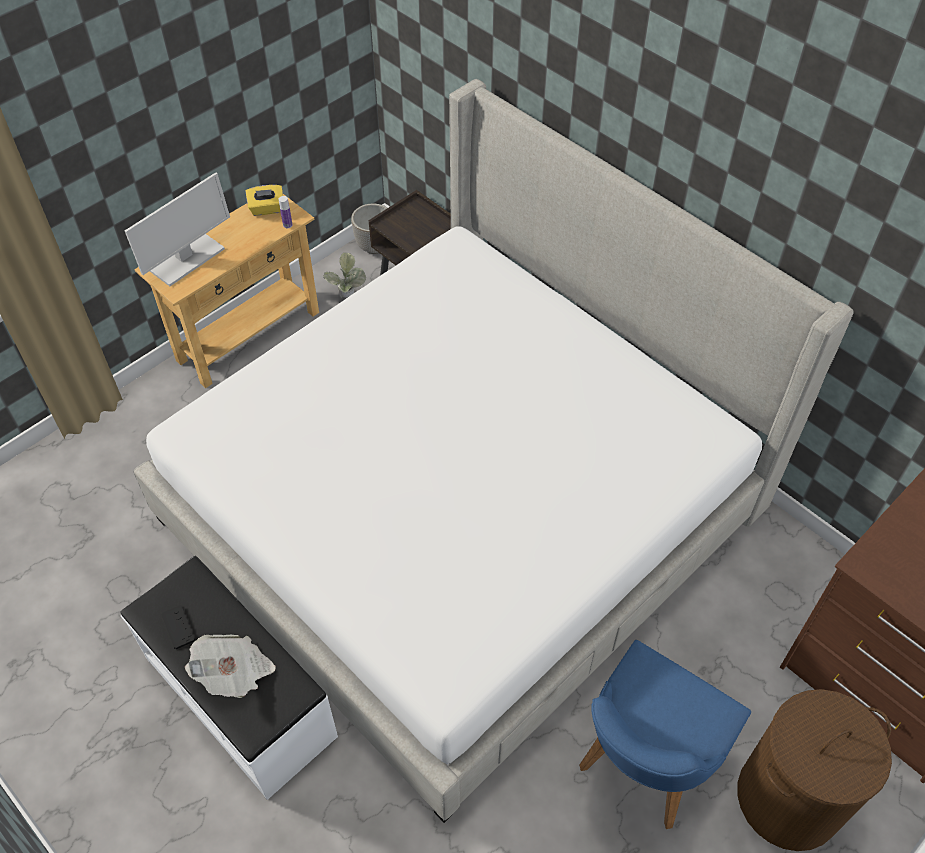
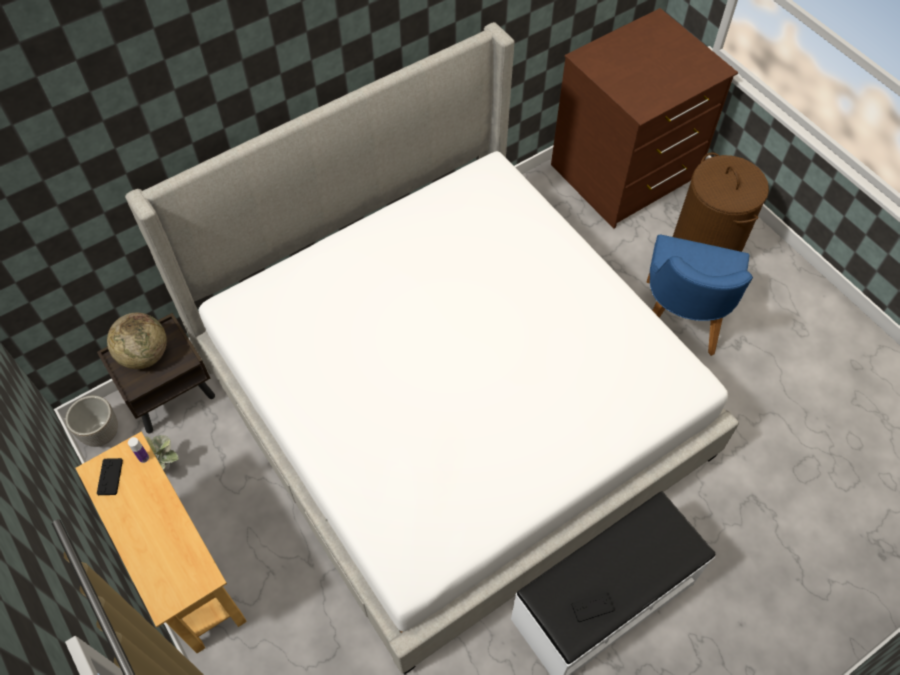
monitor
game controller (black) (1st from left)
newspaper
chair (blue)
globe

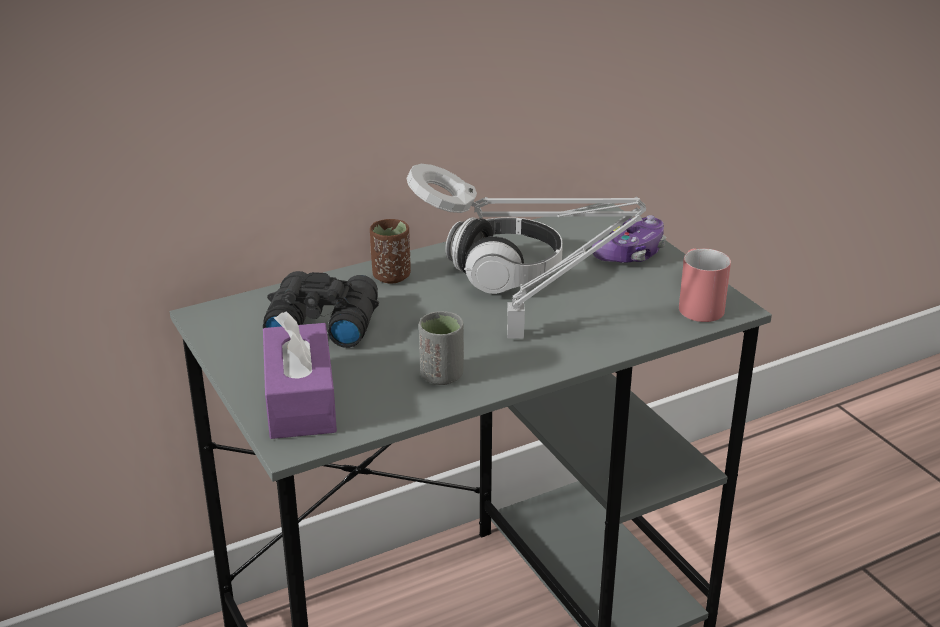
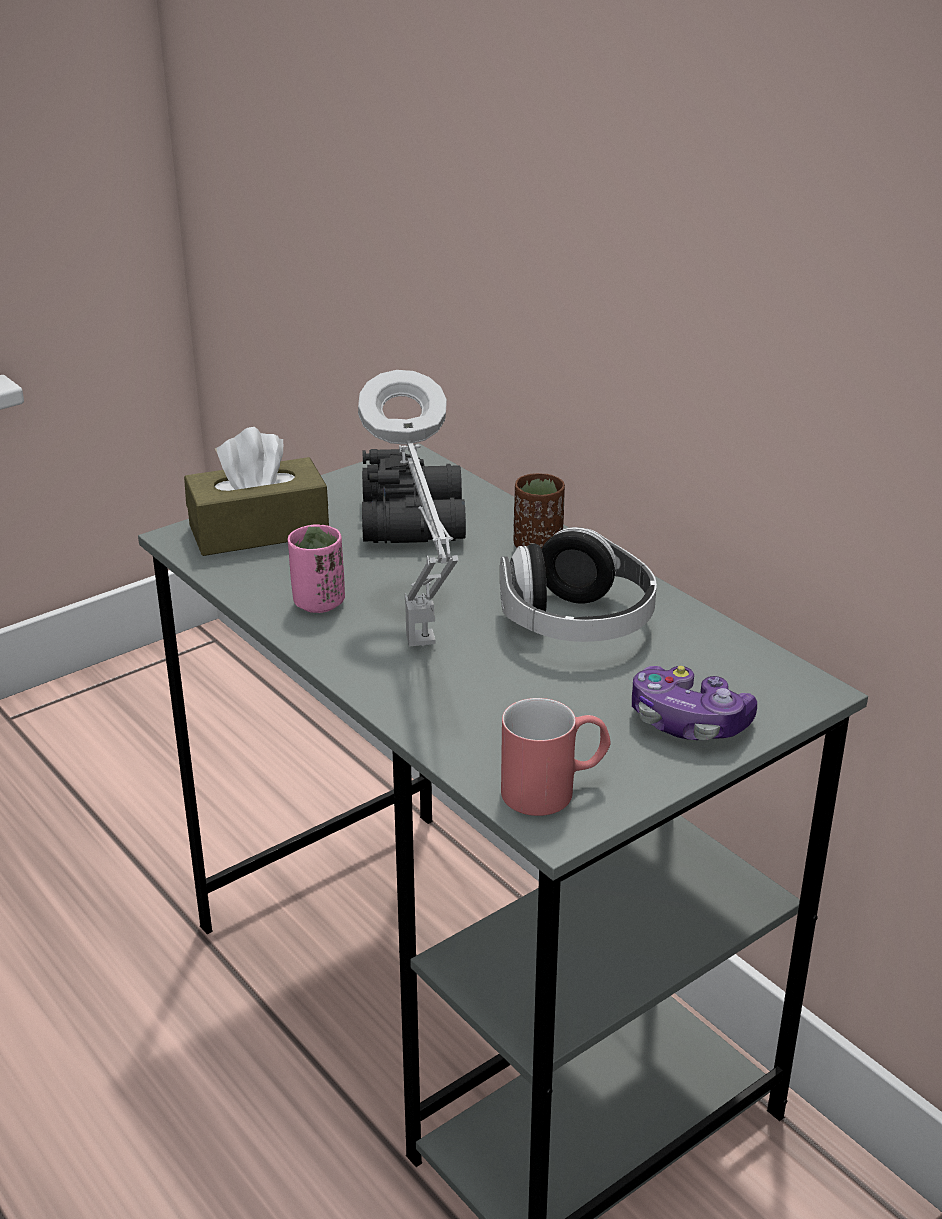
tissue box (brown)
cup (pink)

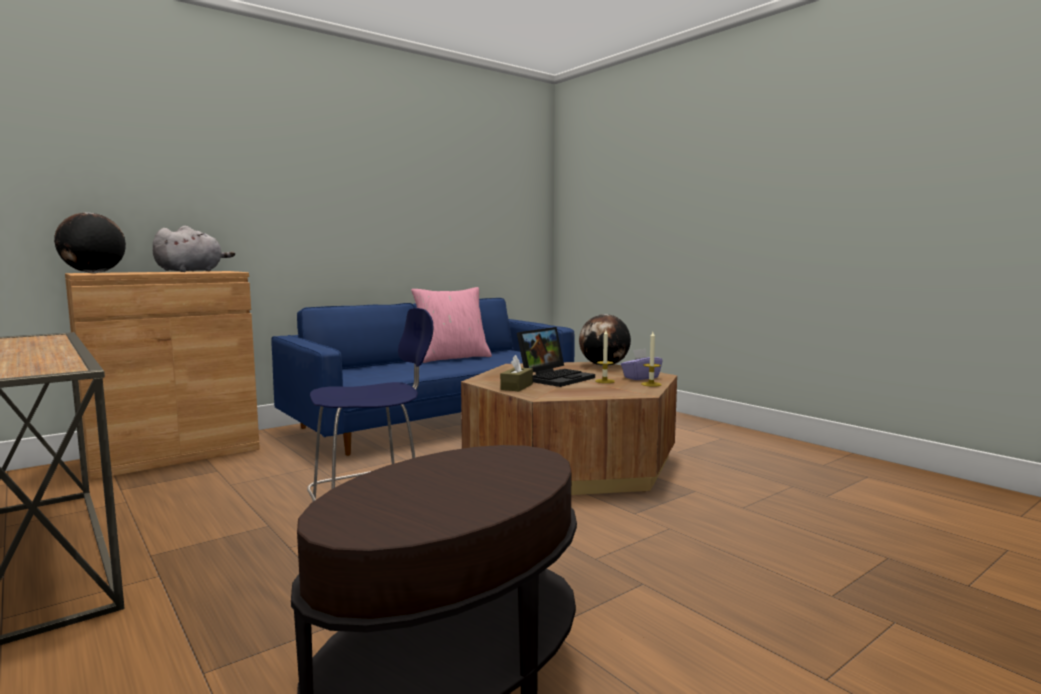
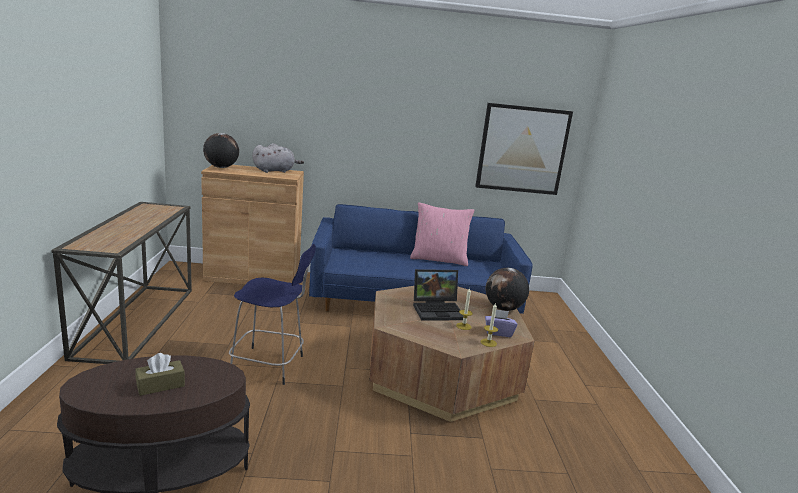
tissue box (brown)
picture

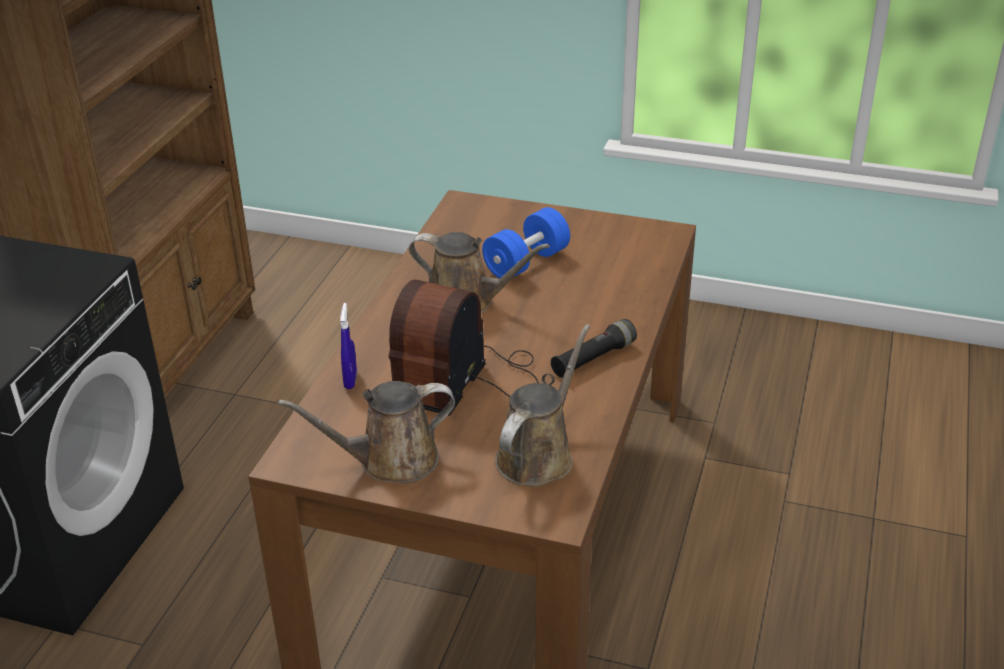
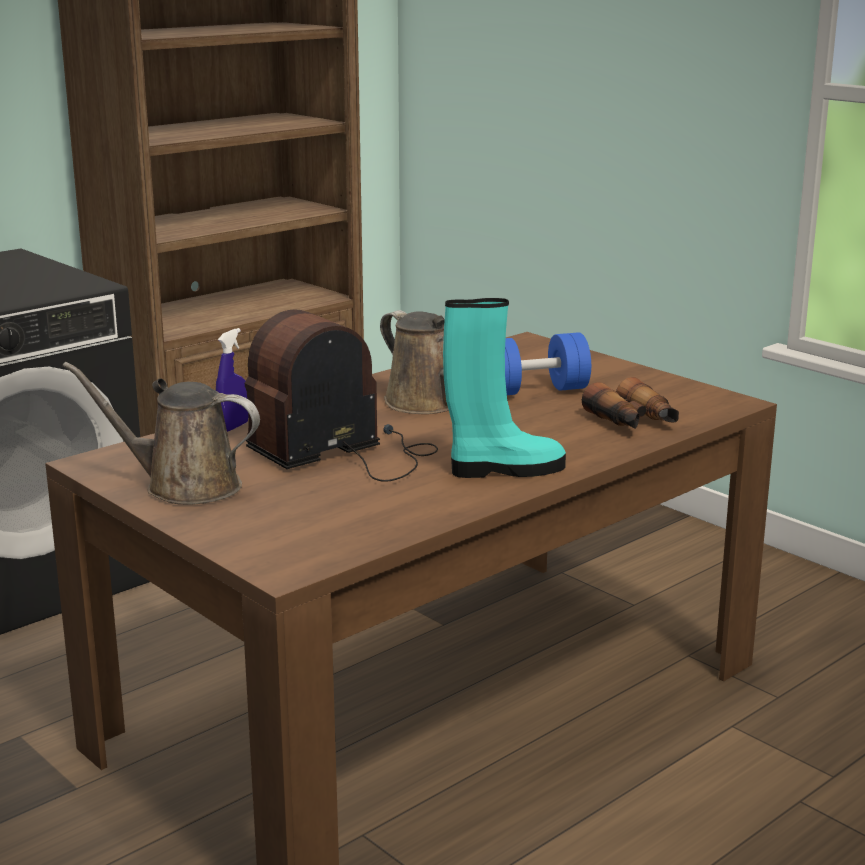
boot (turquoise)
watering can (brown) (3rd from left in the first image)
binoculars

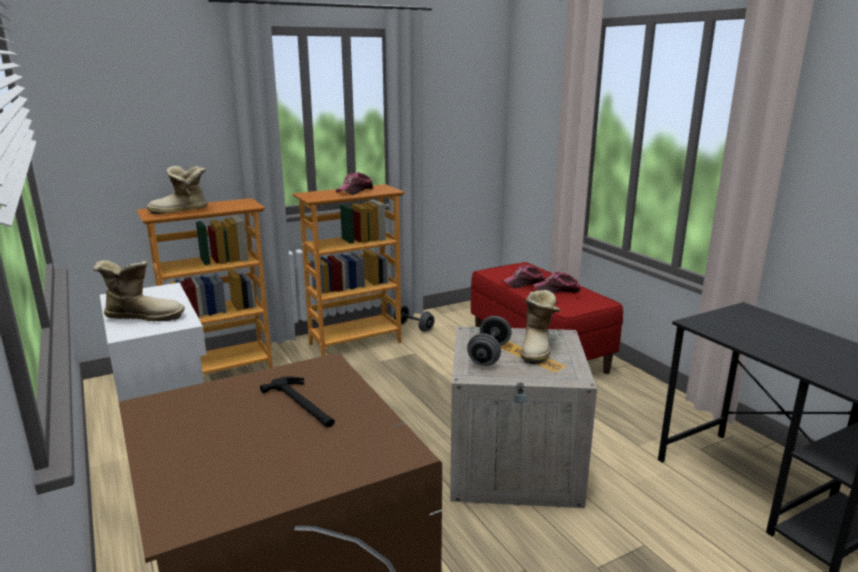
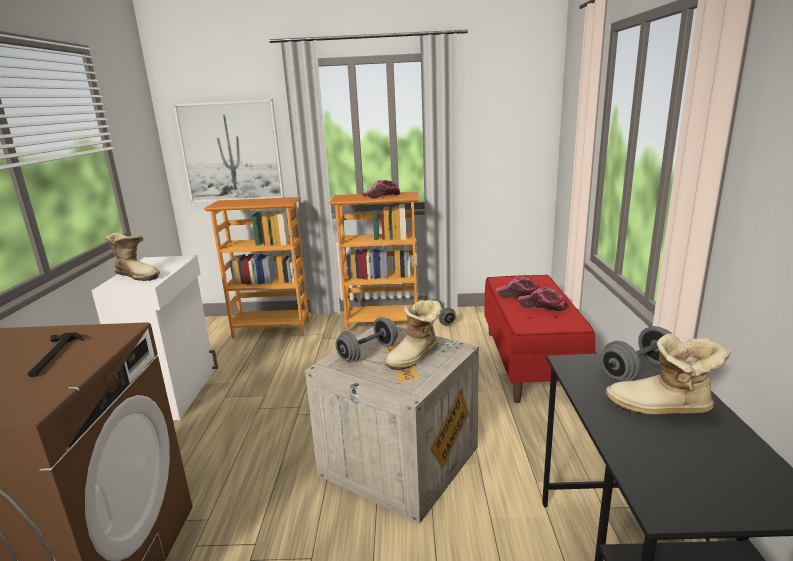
boot (3rd from left)
picture
dumbbell (grey) (3rd from left)

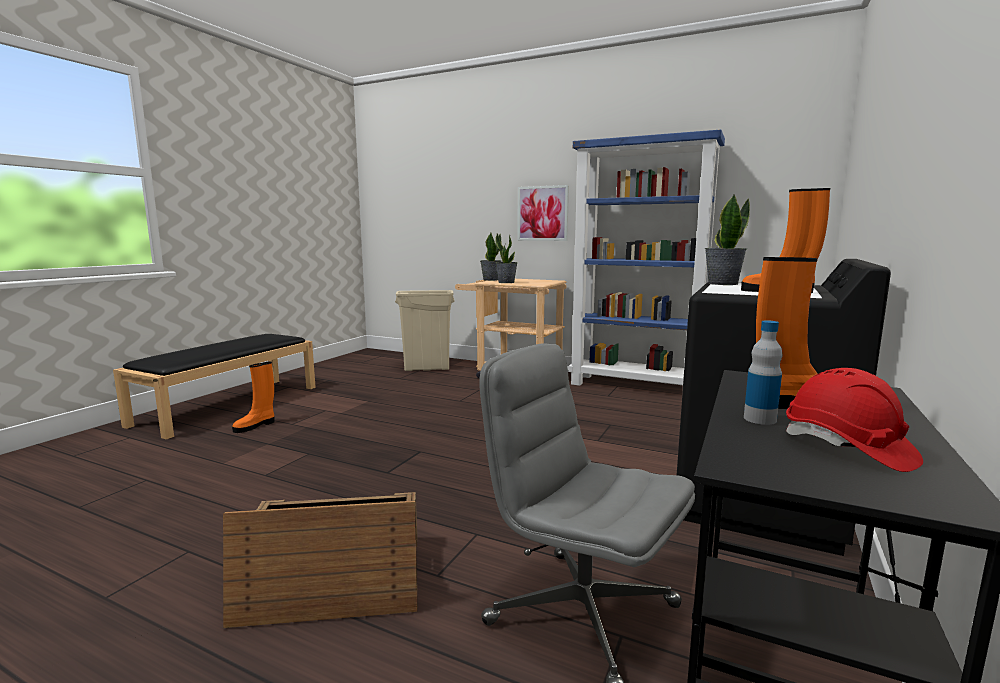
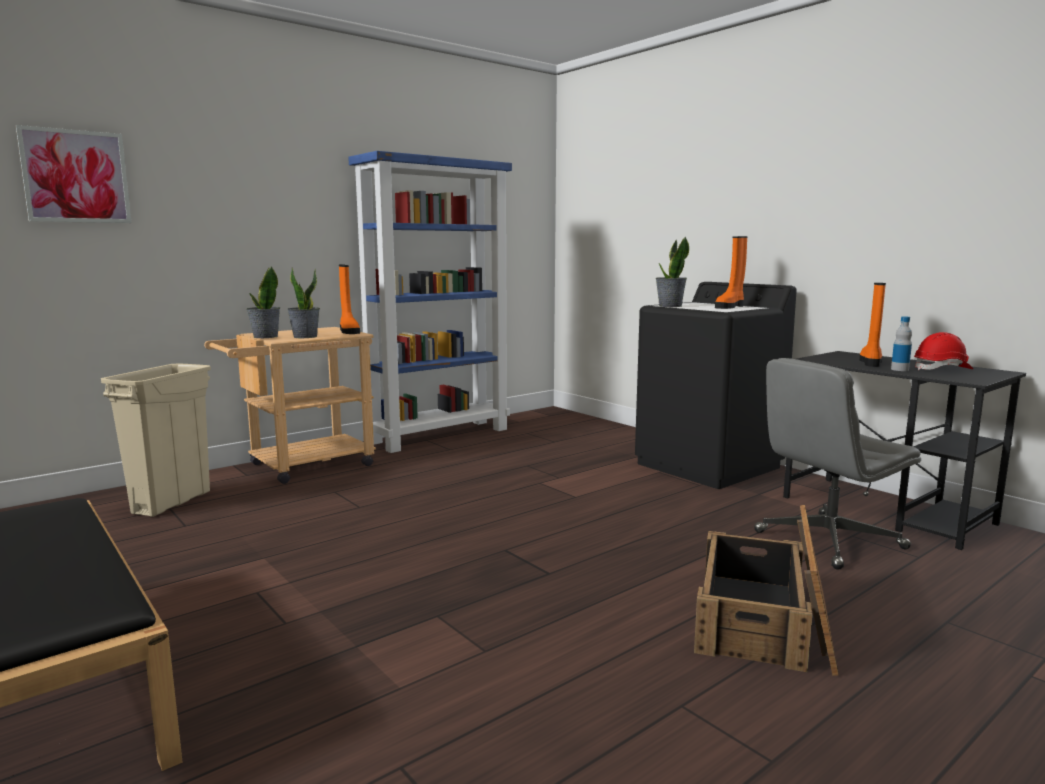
picture
boot (orange) (1st from left)

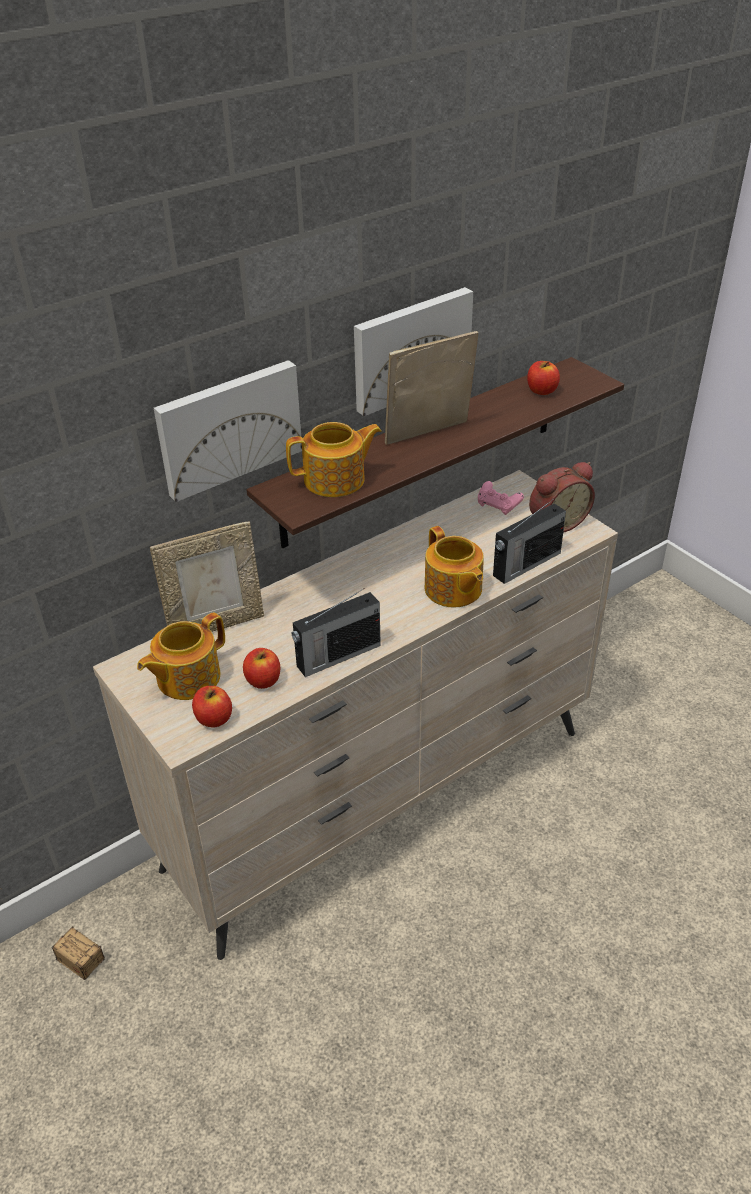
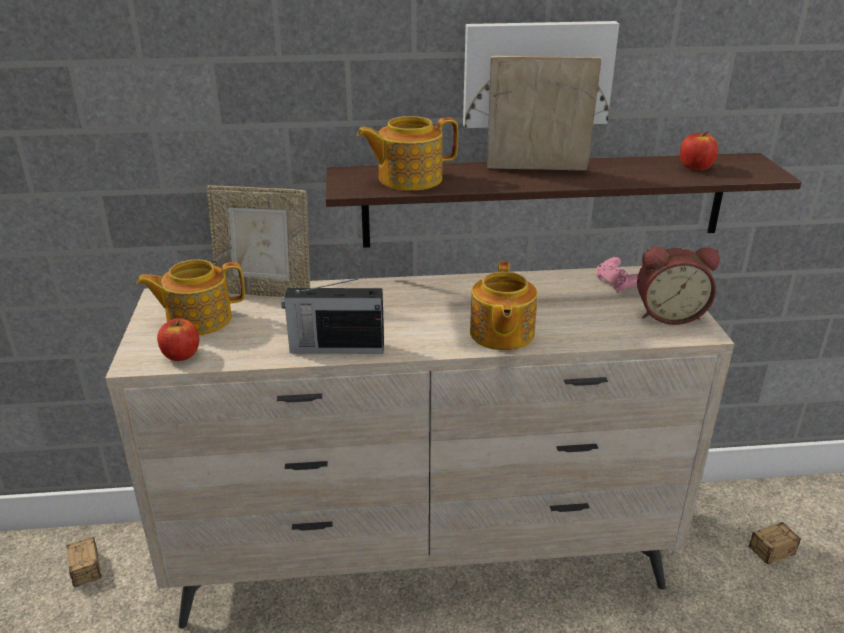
picture (1st from left in the first image)
teapot (2nd from left)
radio (2nd from left in the first image)
apple (2nd from left in the first image)
storage box (2nd from left)

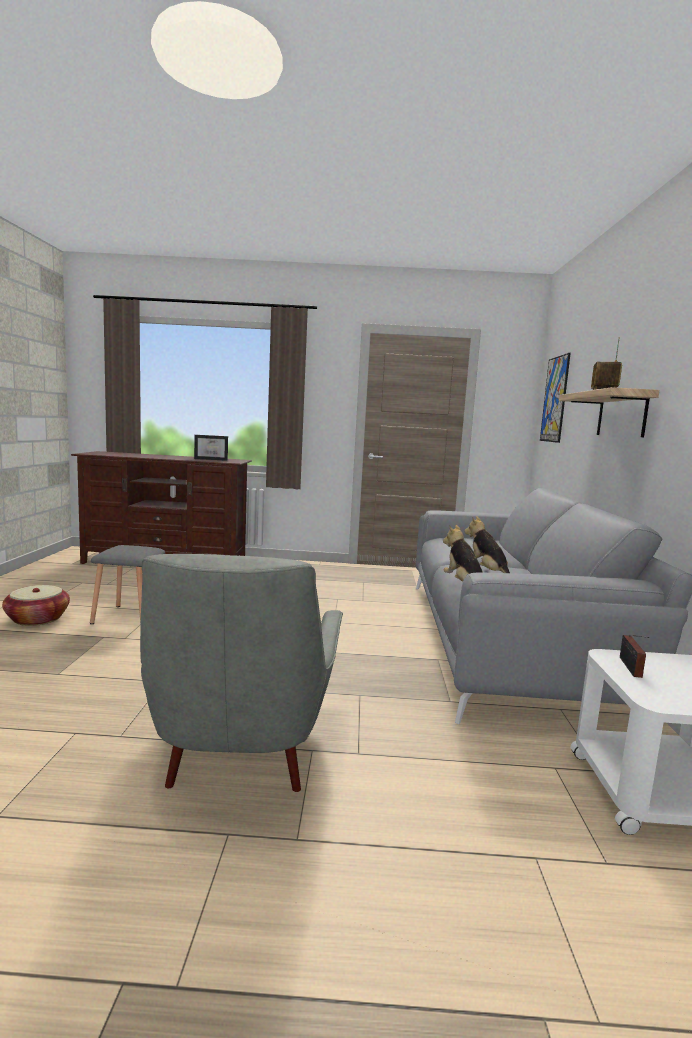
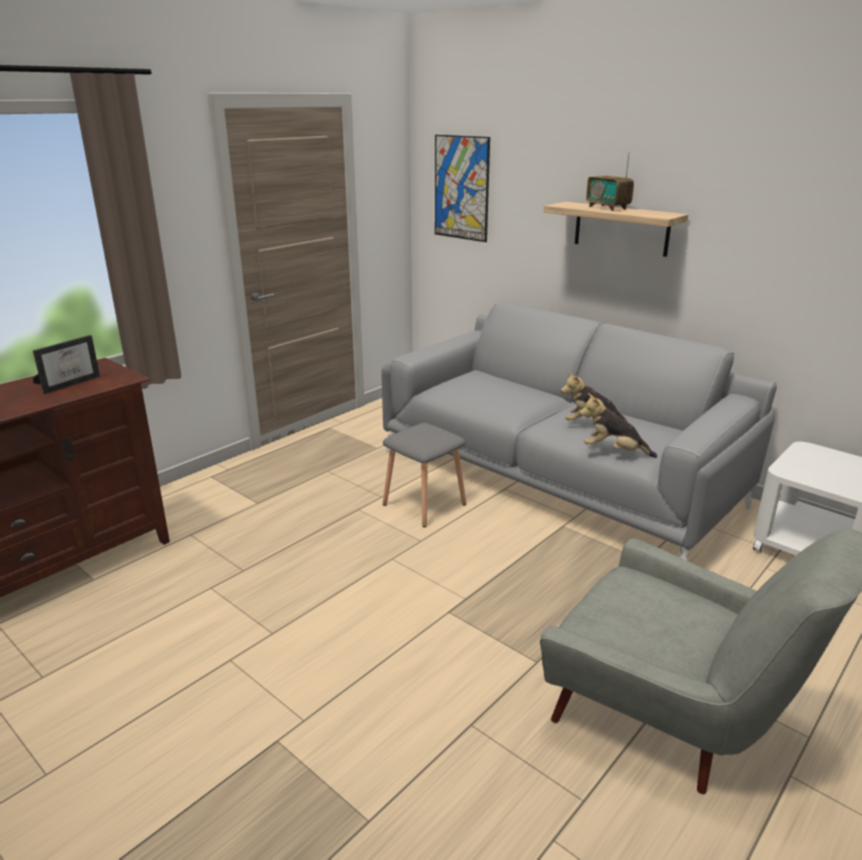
stool (grey)
basket
radio (2nd from left in the first image)

